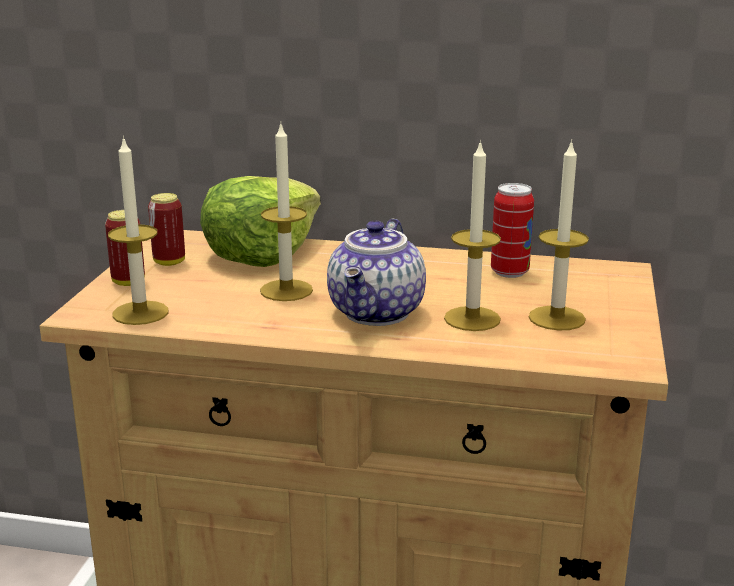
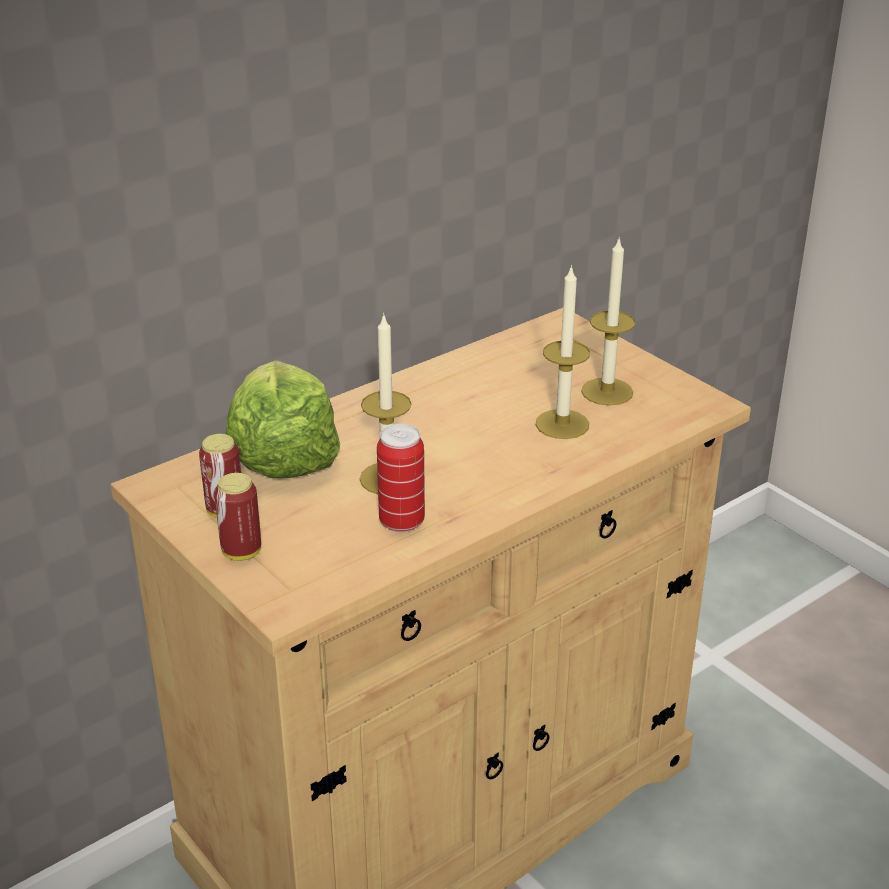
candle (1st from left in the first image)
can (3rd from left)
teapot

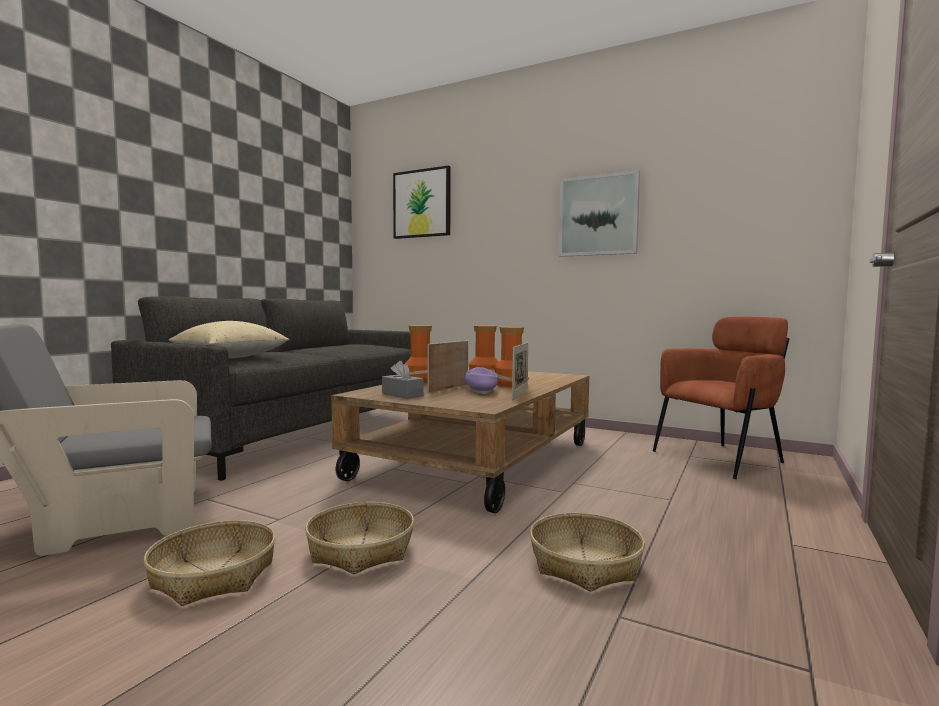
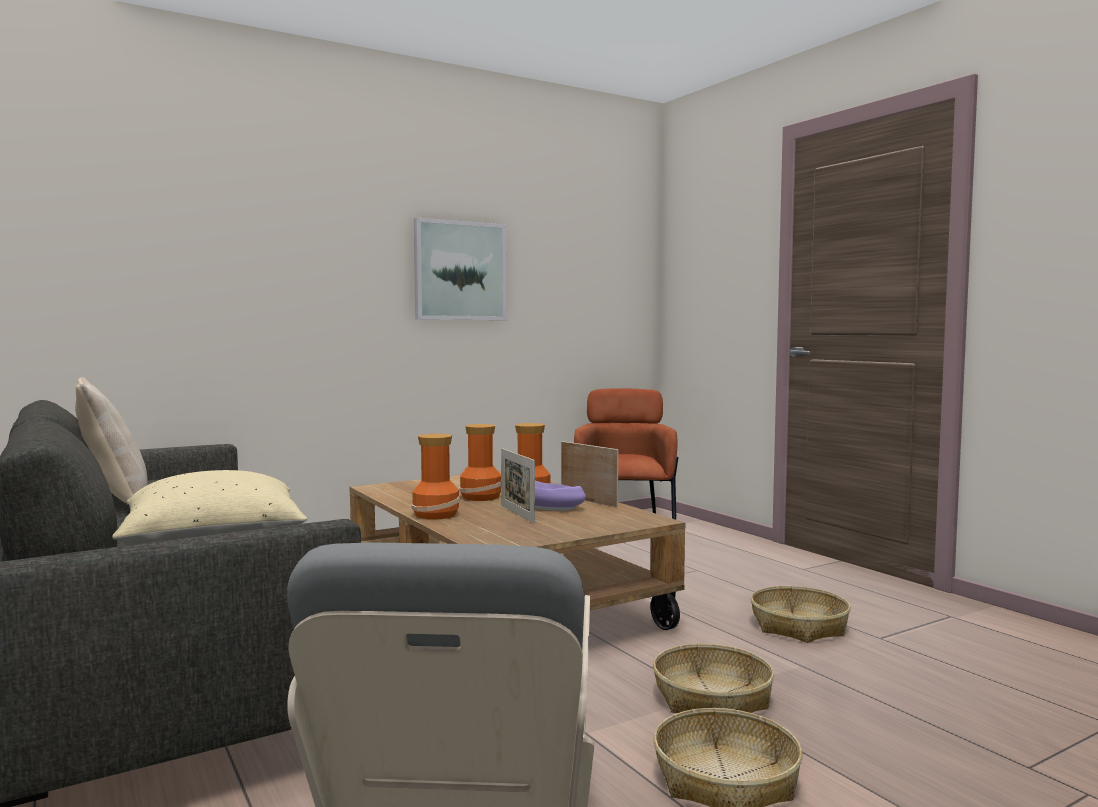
picture (1st from left in the first image)
tissue box (grey)
pillow (beige) (1st from left)

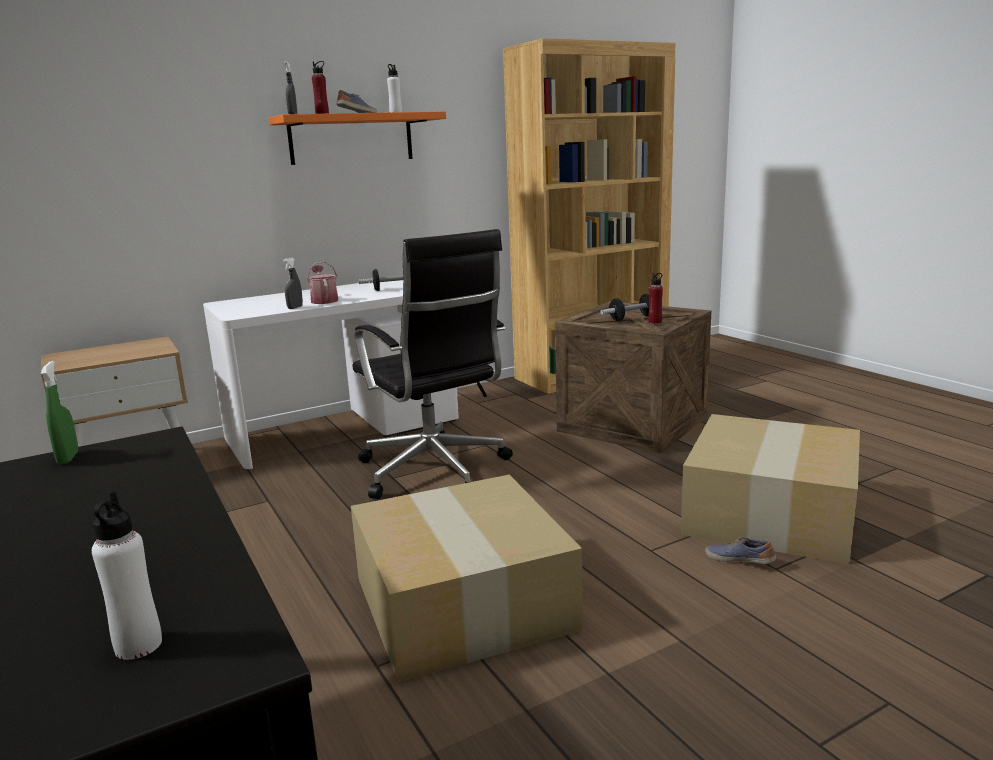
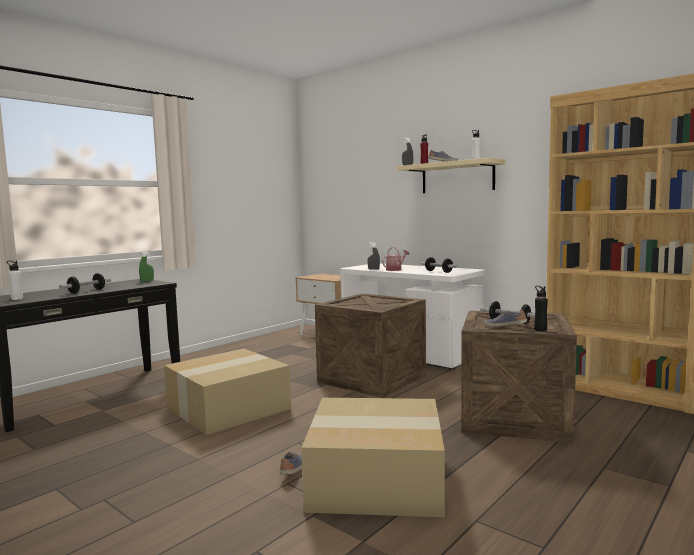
shelf (beige)
crate (1st from left)
shoe (3rd from left)
dumbbell (1st from left)
bottle (black)

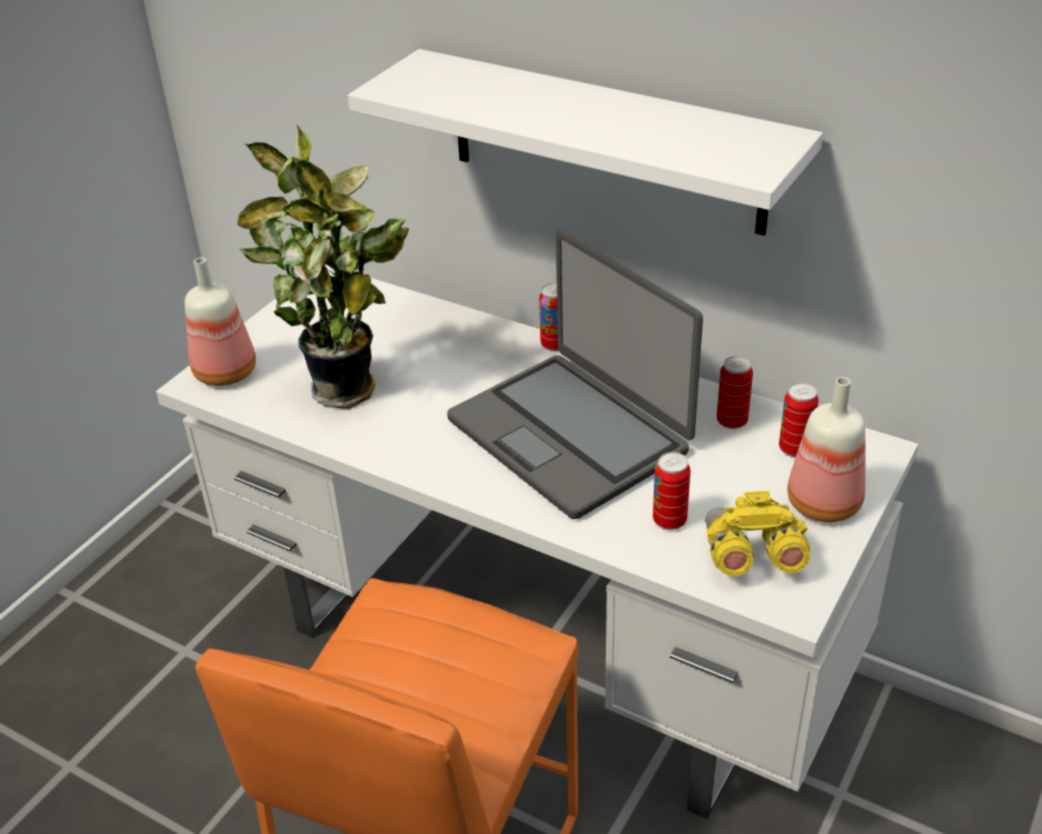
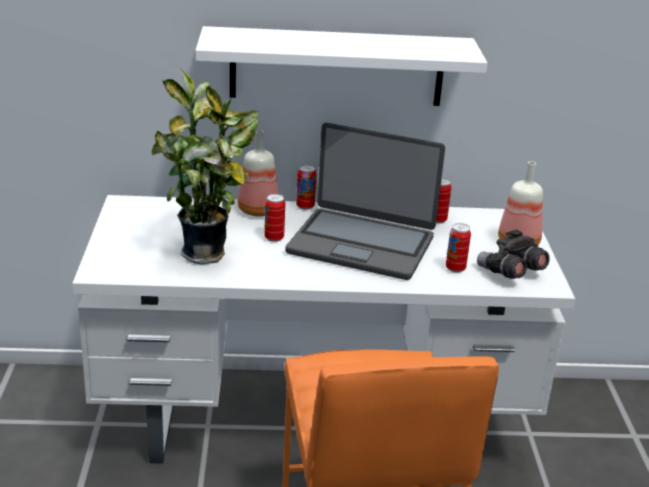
bottle (1st from left)
can (1st from left)
binoculars (grey)

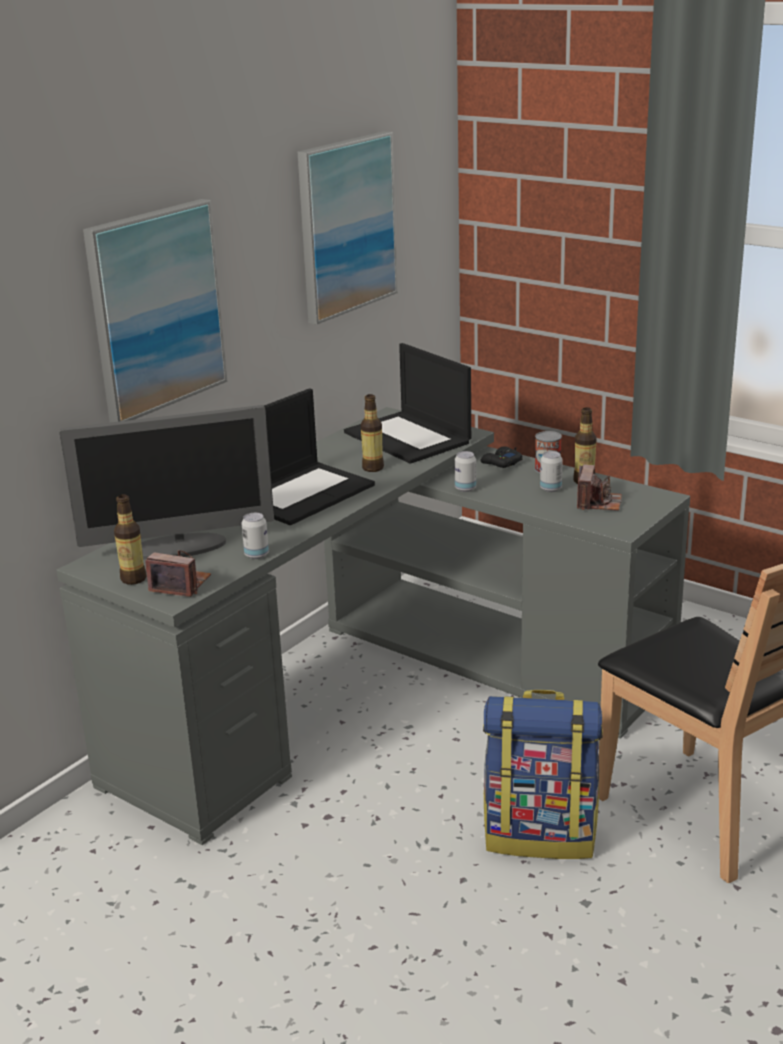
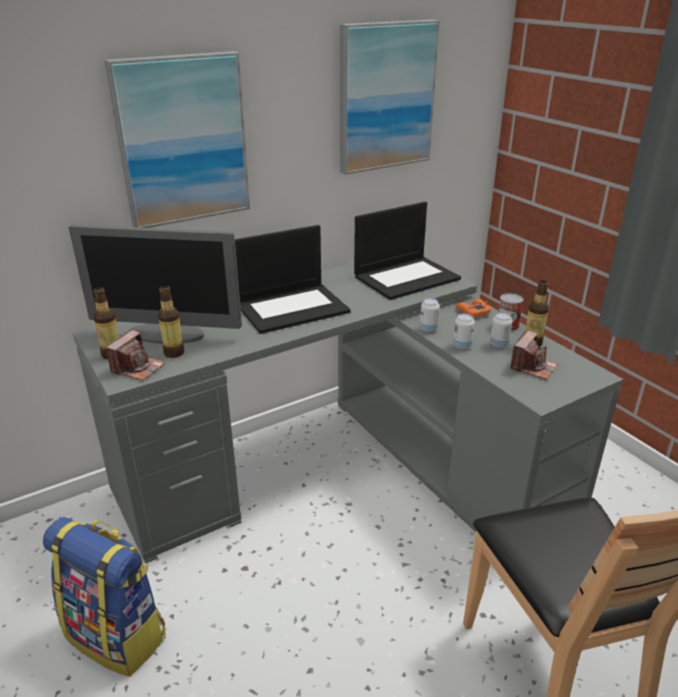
laptop (2nd from left)
bottle (2nd from left)
game controller (orange)
can (2nd from left)
photo camera (1st from left)
backpack

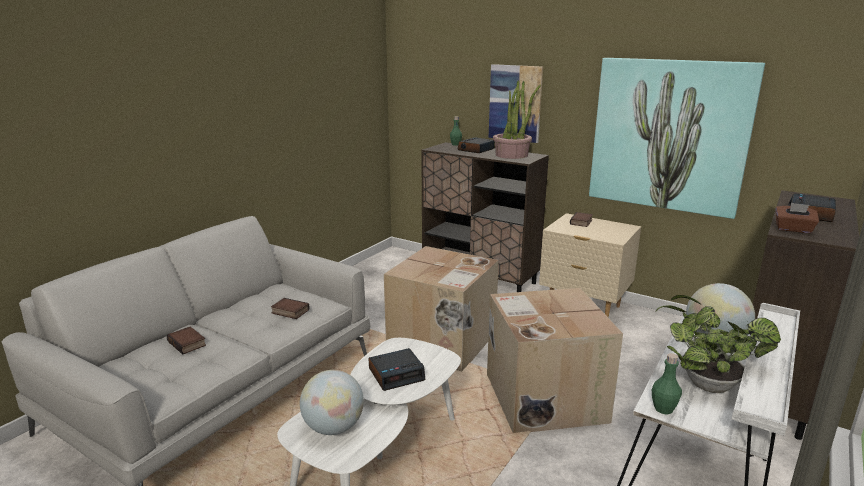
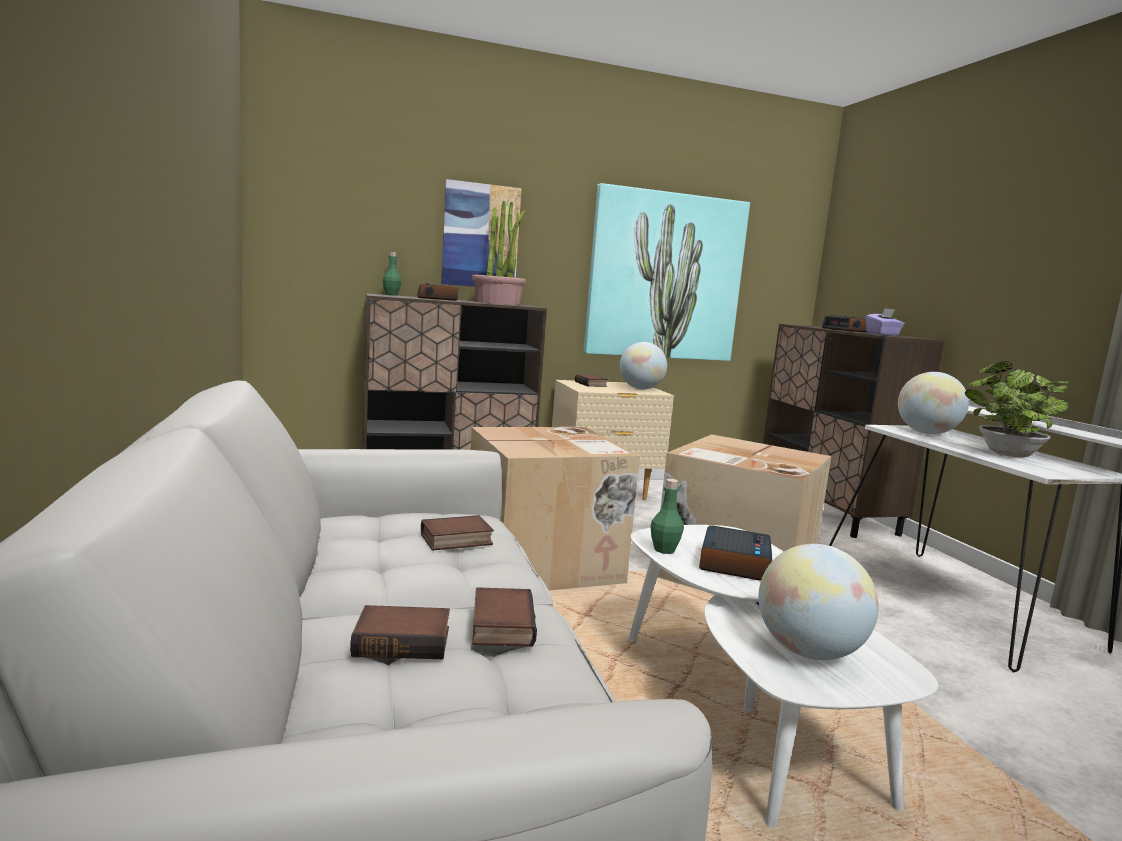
tissue box (purple)
bottle (green) (2nd from left)
globe (1st from left)
book (3rd from left)

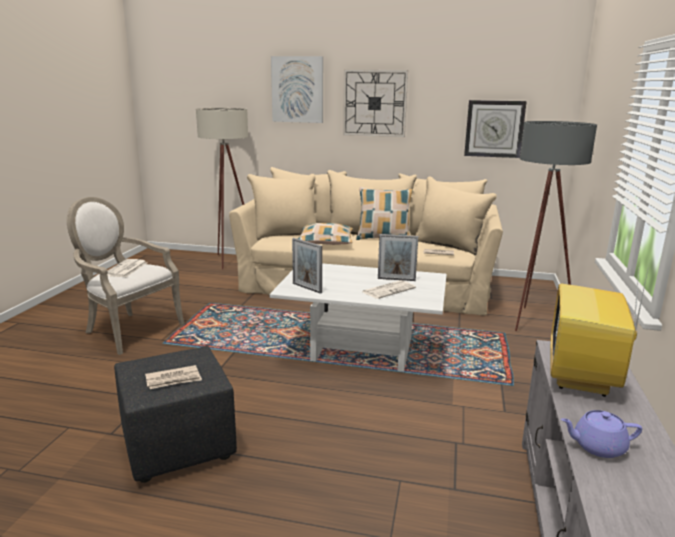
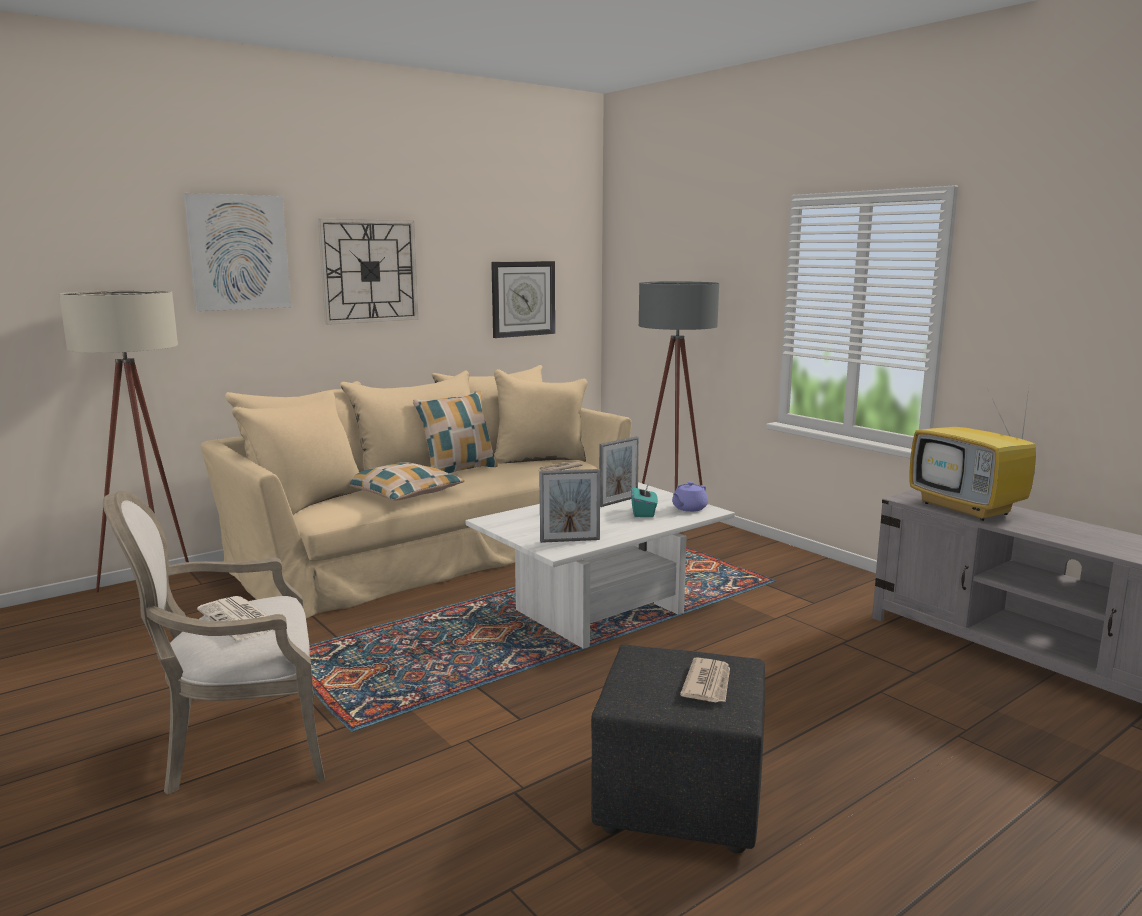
tissue box (turquoise)
teapot (purple)

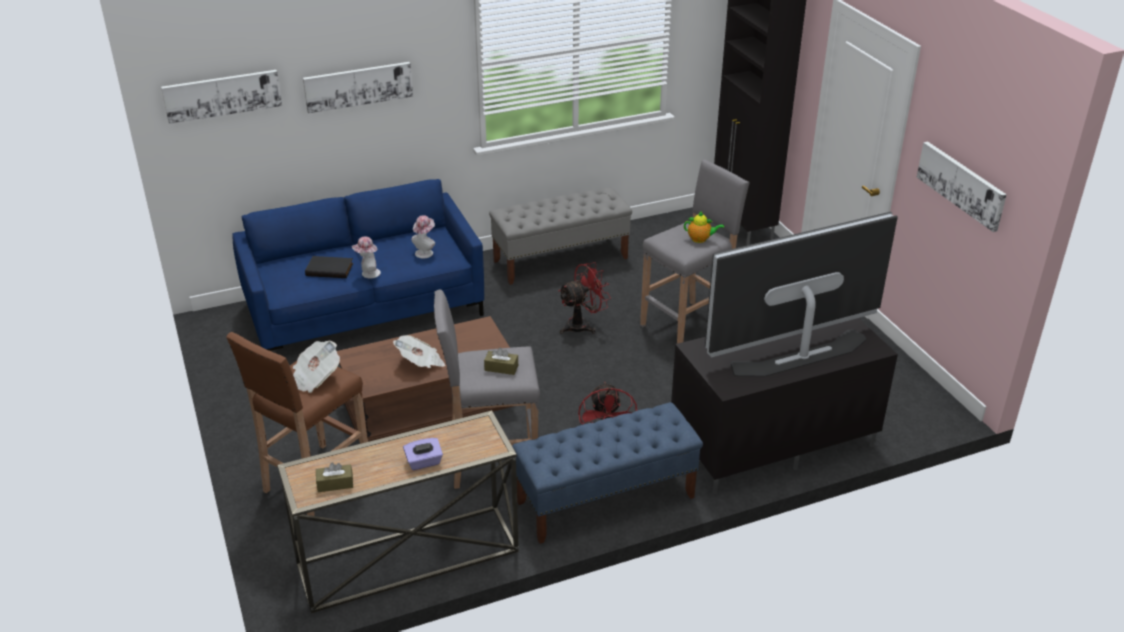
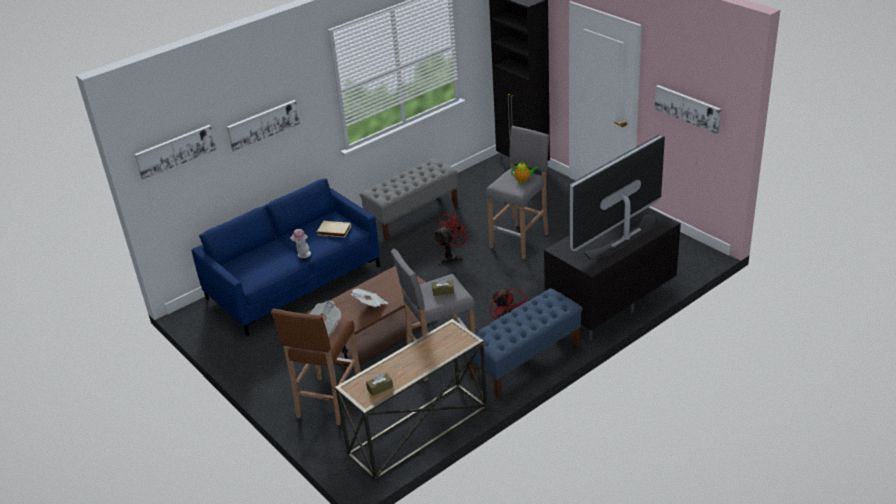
book (beige)
book (black)
tissue box (purple)

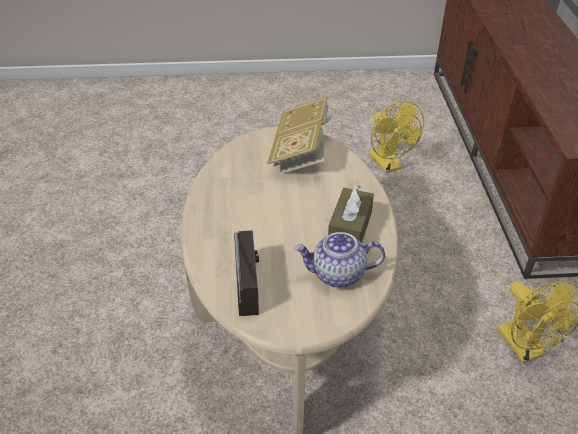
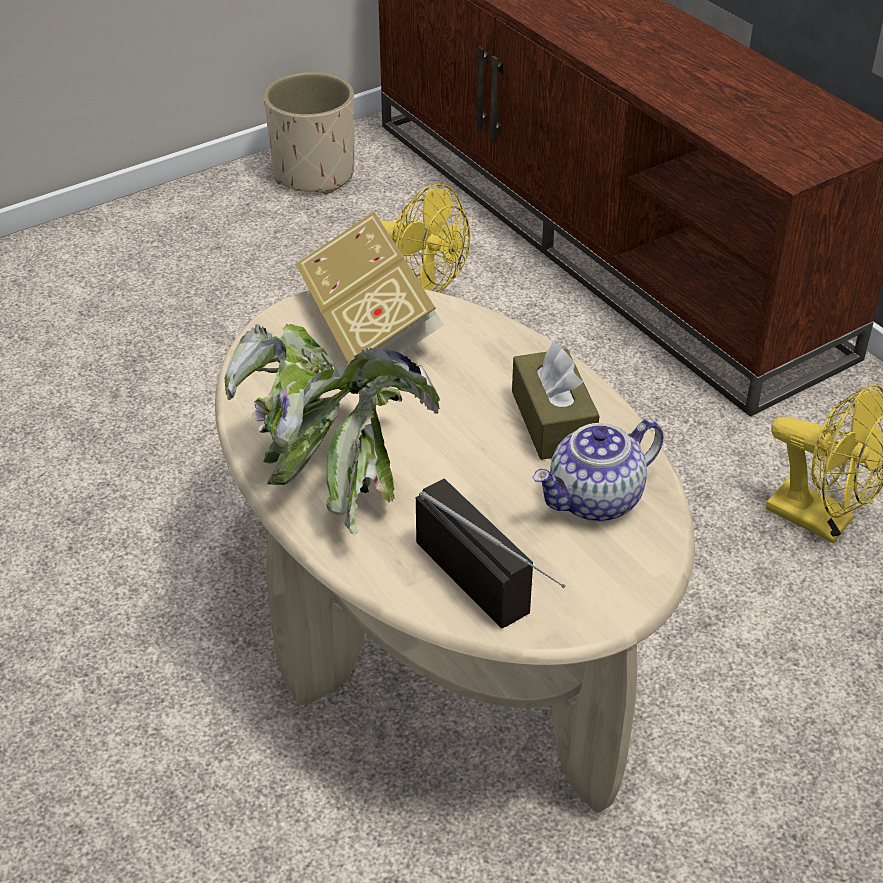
planter (beige)
potted plant

